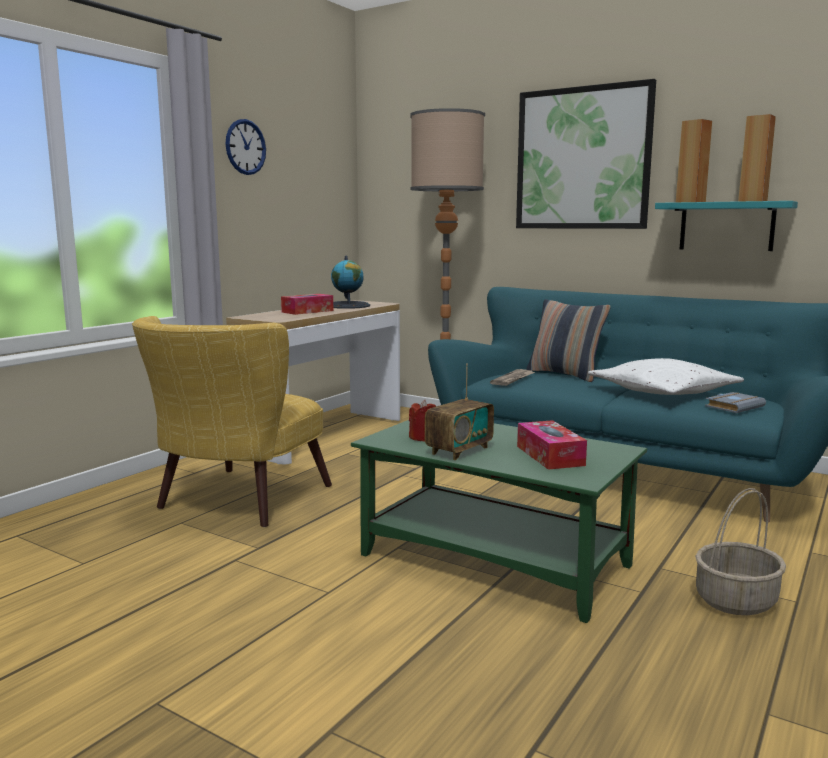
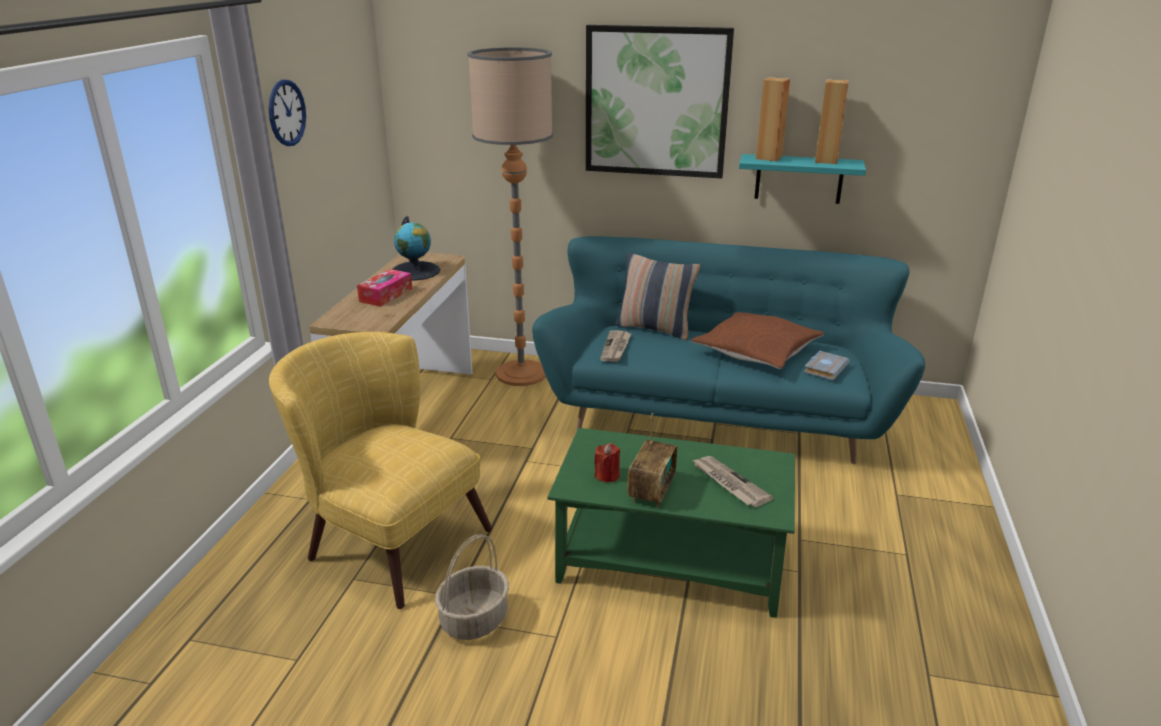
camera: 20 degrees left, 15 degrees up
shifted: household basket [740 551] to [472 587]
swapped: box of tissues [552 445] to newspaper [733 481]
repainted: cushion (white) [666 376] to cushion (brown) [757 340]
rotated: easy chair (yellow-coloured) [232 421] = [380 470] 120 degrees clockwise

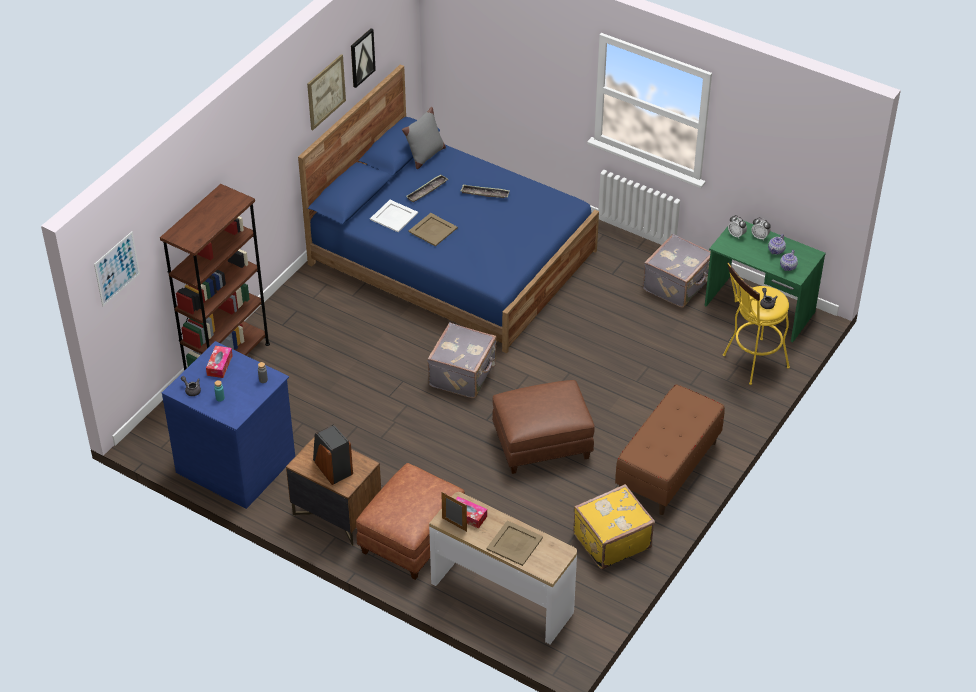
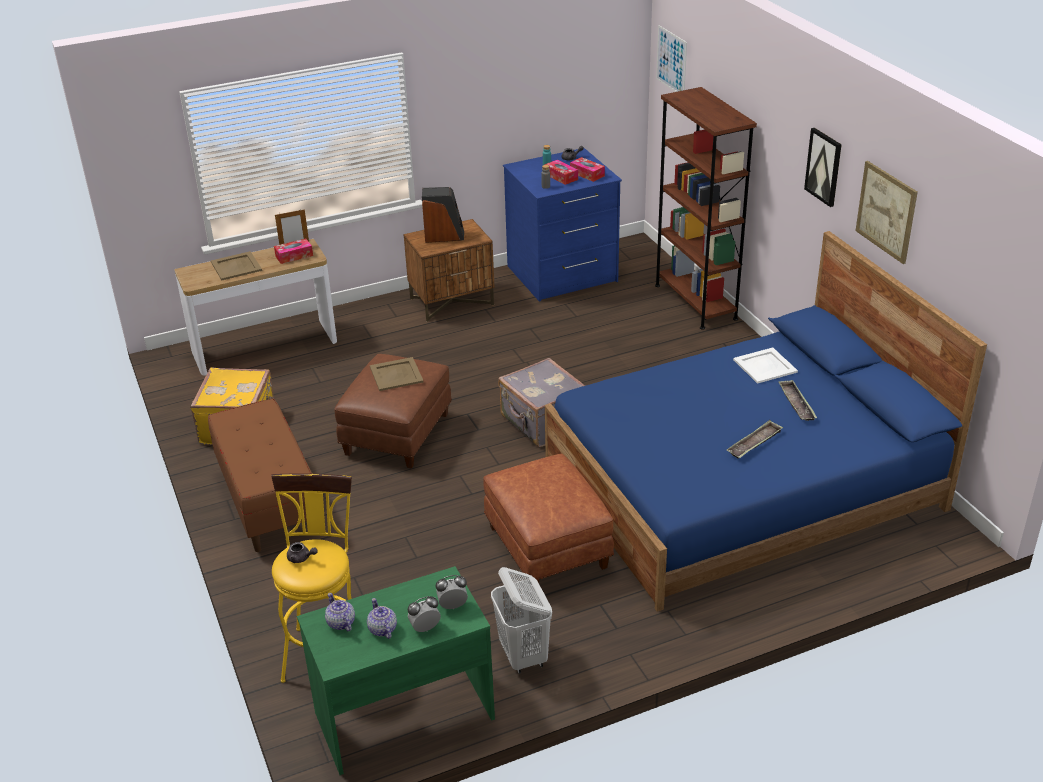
camera: 125 degrees right, 10 degrees down
gone: cushion (grey) [424 138]
new: box of tissues [561 172]
shifted: wall picture [363 58] to [823 167]; carrying tray (beige-coloured) [433 230] to [397 374]; ottoman (brown) [410 521] to [548 518]
swapped: suitcase (grey) [677 270] to laundry basket (white) [521 620]

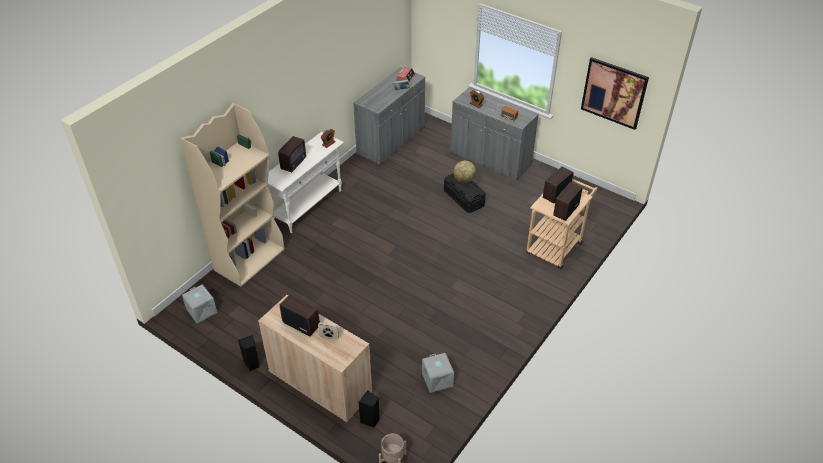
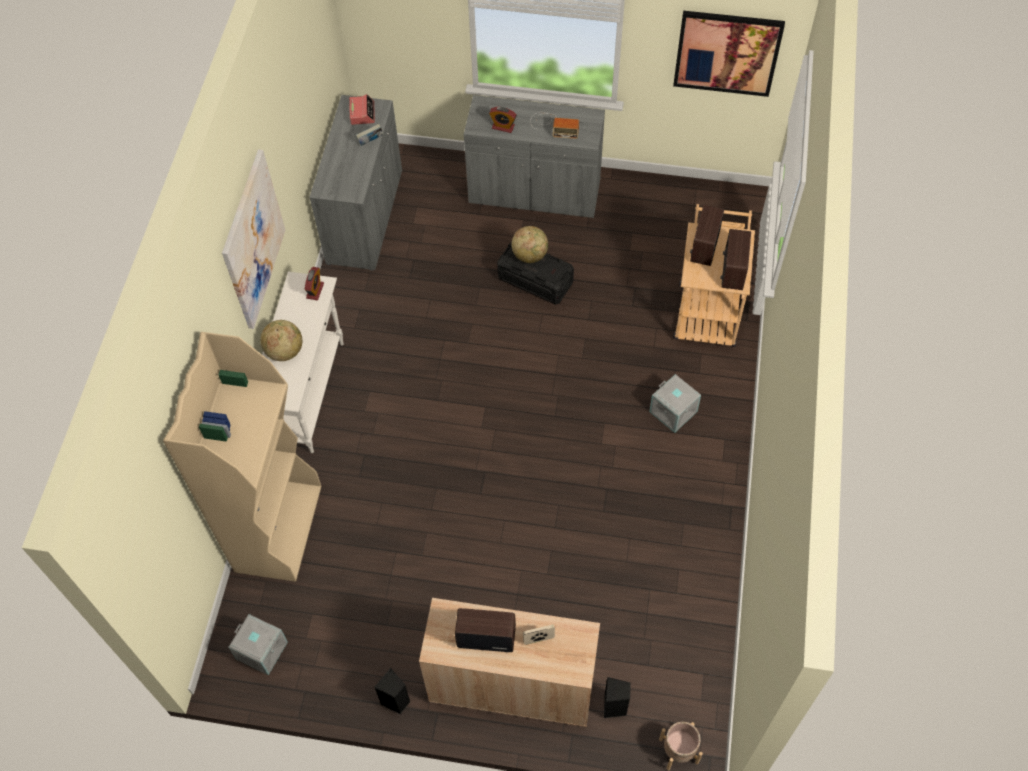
camera: 25 degrees left, 15 degrees up
new: wall picture [253 239]
shifted: storage container (grey) [438 373] to [675 403]
swapped: radio receiver [292 154] to world globe [281 340]

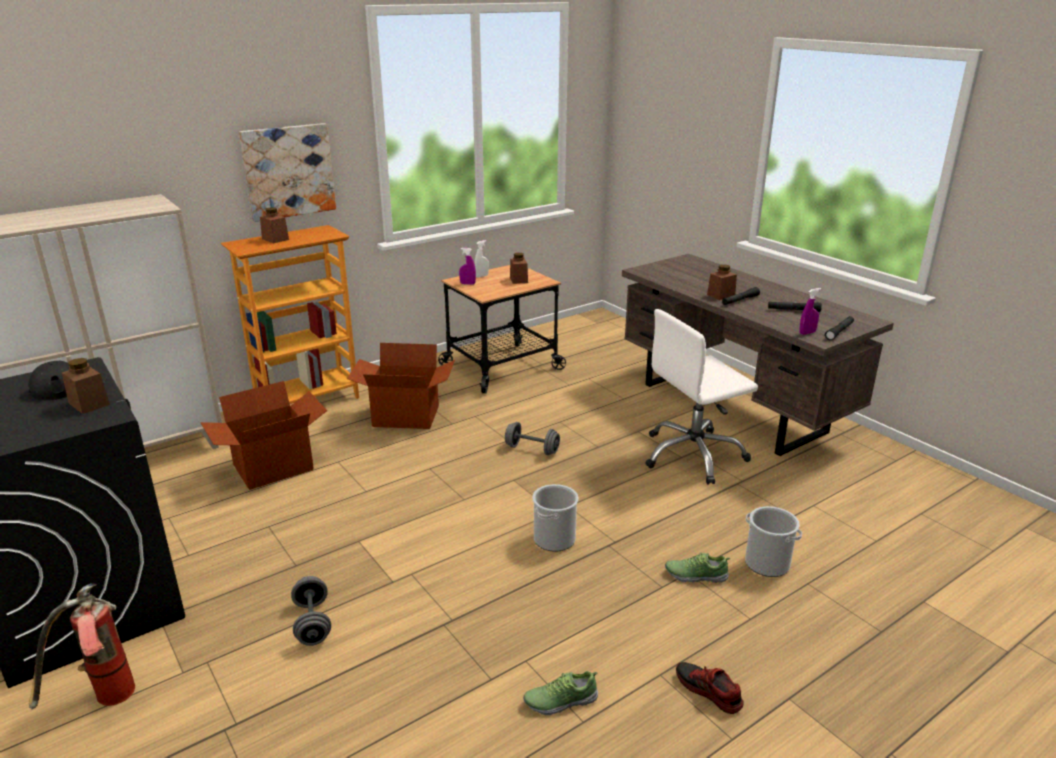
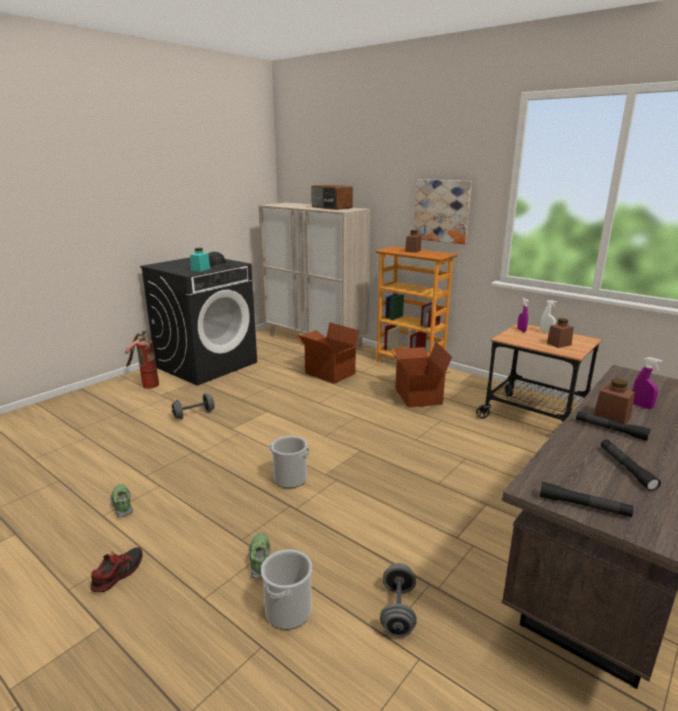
camera: 75 degrees right, 5 degrees down
gone: desk chair (white) [701 397]
new: radio receiver [332 197]
shifted: hand sprayer (purple) [810 311] to [647 383]; hand weight (grey) [532 438] to [398 600]
repainted: preserve jar (brown) [86 386] to preserve jar (blue-green) [200 260]

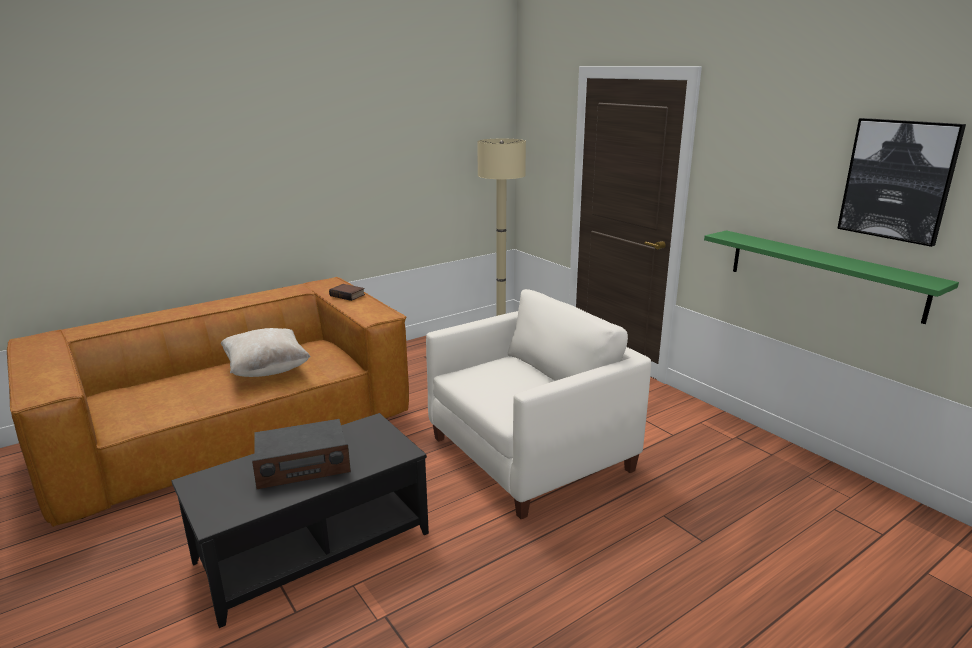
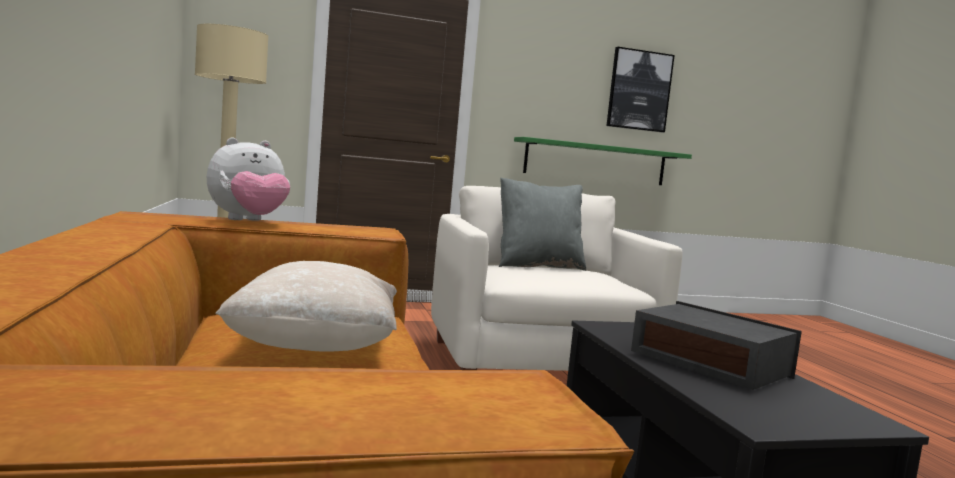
camera: 70 degrees left, 15 degrees down
new: cushion (grey) [542 224]
swapped: book [347 292] to cuddly toy [248 179]
rotated: radio receiver [301 454] = [716 345] 45 degrees counterclockwise

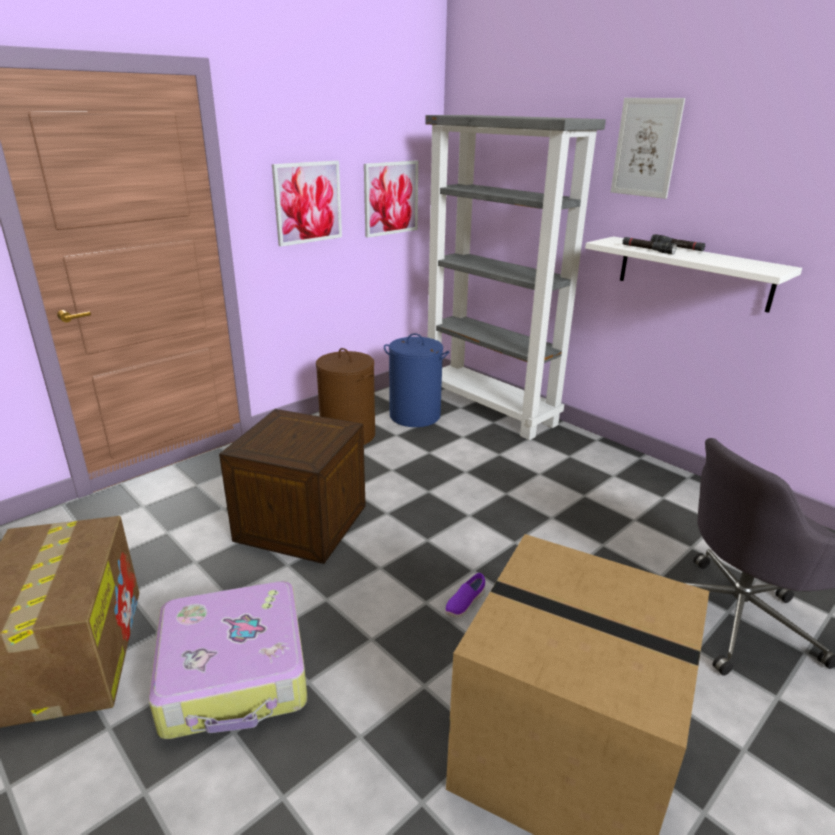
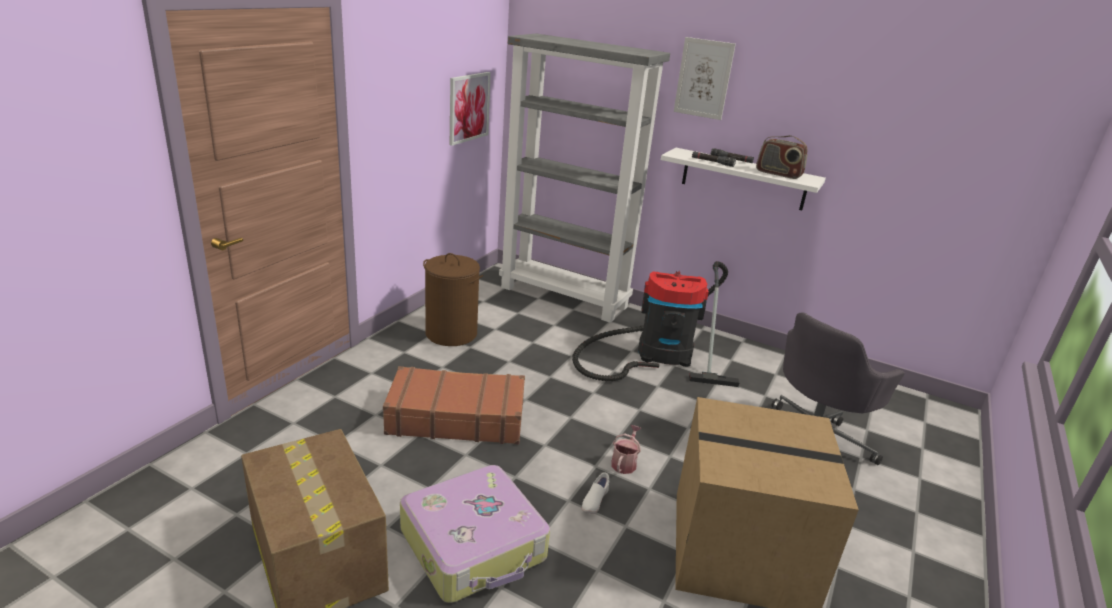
camera: 20 degrees left, 0 degrees up
gone: wall picture [307 204]; laundry basket (blue-coloured) [416 380]
new: radio receiver [782 157]; vacuum [655 324]; low shoe (white) [595 493]
swapped: shipping crate [292 486] to suitcase (brown) [454 405]; low shoe (purple) [465 595] to watering pot [626 449]

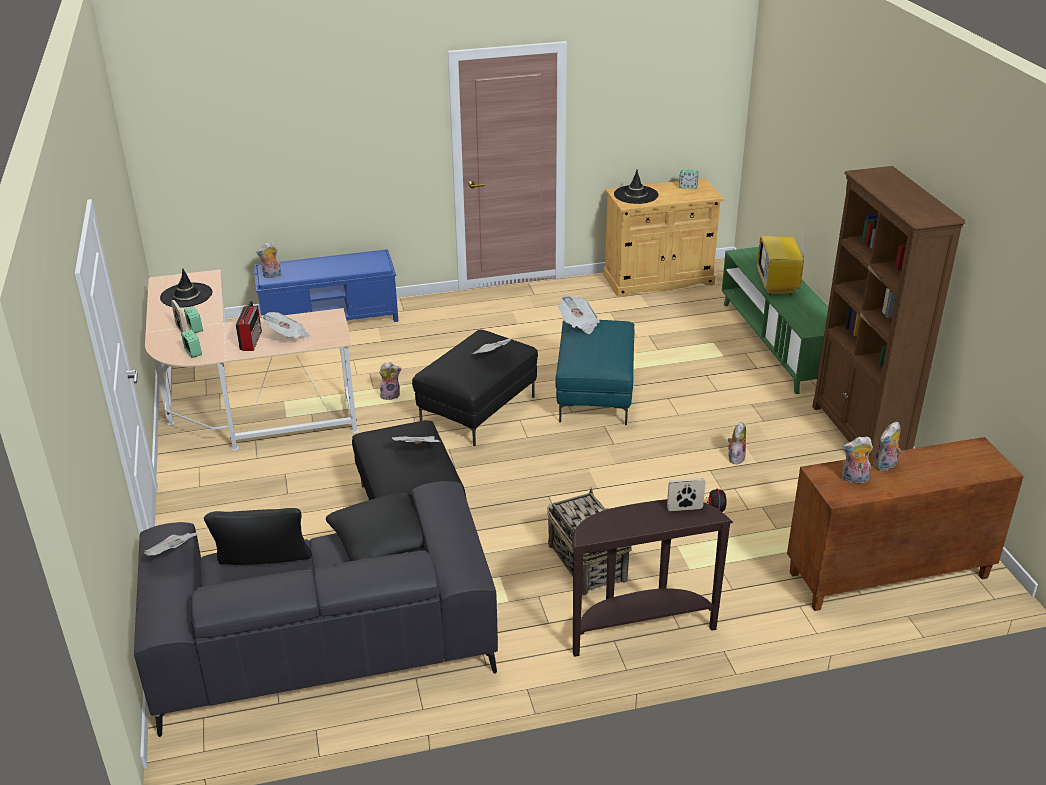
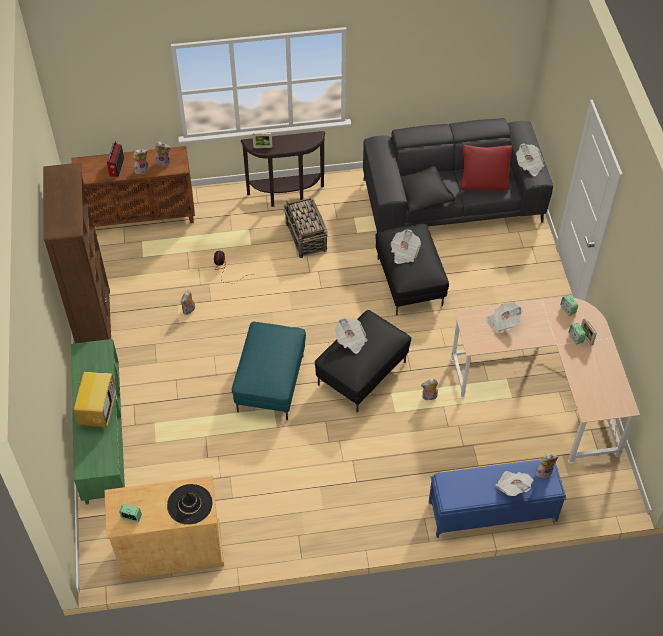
camera: 175 degrees left, 20 degrees up
gone: wearable hat (black) [186 288]
shifted: newspaper [579 314] to [514 483]; radio receiver [249 326] to [115 159]
repainted: cushion (black) [258 536] to cushion (red-coloured) [486 167]

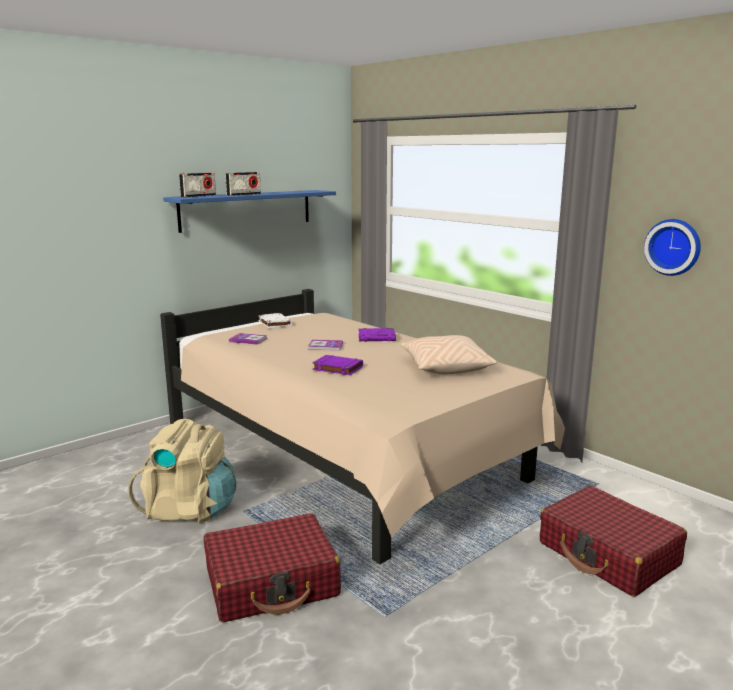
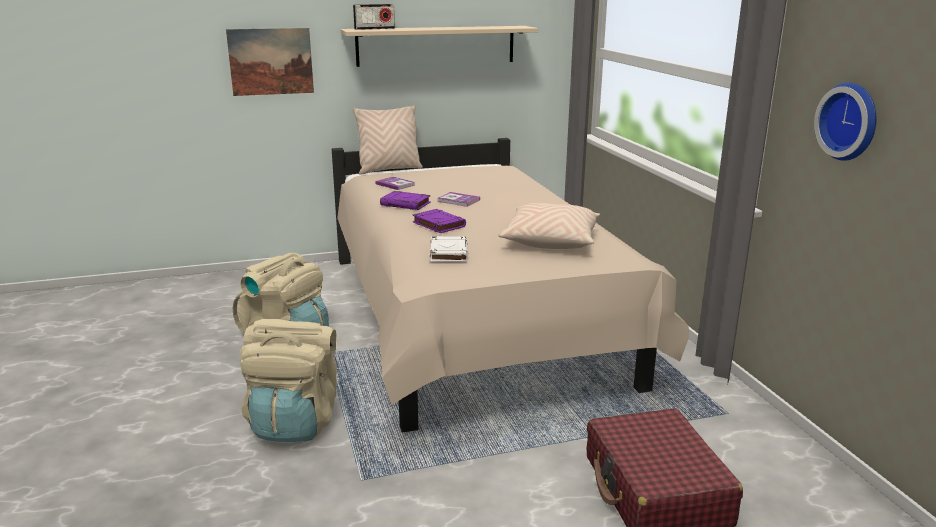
camera: 25 degrees right, 5 degrees up
gone: radio receiver [243 184]
new: wall picture [270 62]; cushion (beige-coloured) [388 140]
shifted: book (white) [275 320] to [449 249]; book (purple) [377 335] to [405 200]
swapped: suitcase (red-coloured) [272 567] to backpack (beige-coloured) [288 380]
repainted: shelf (blue-coloured) [249 211] to shelf (beige-coloured) [439 46]

